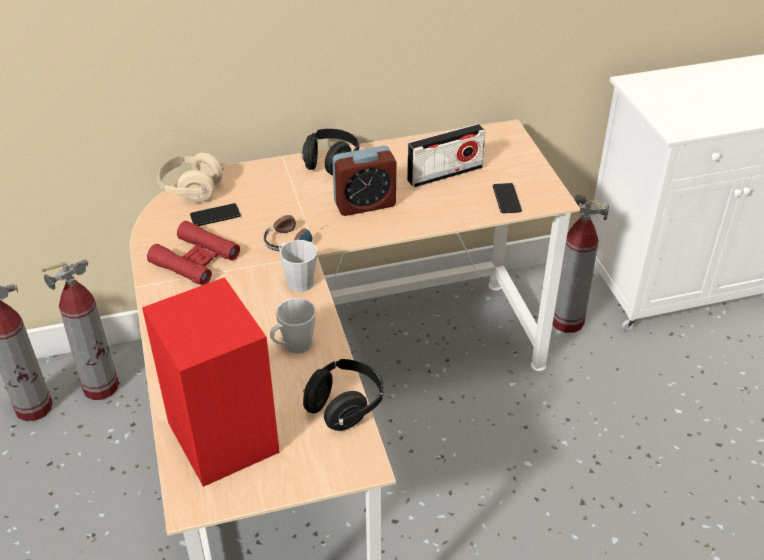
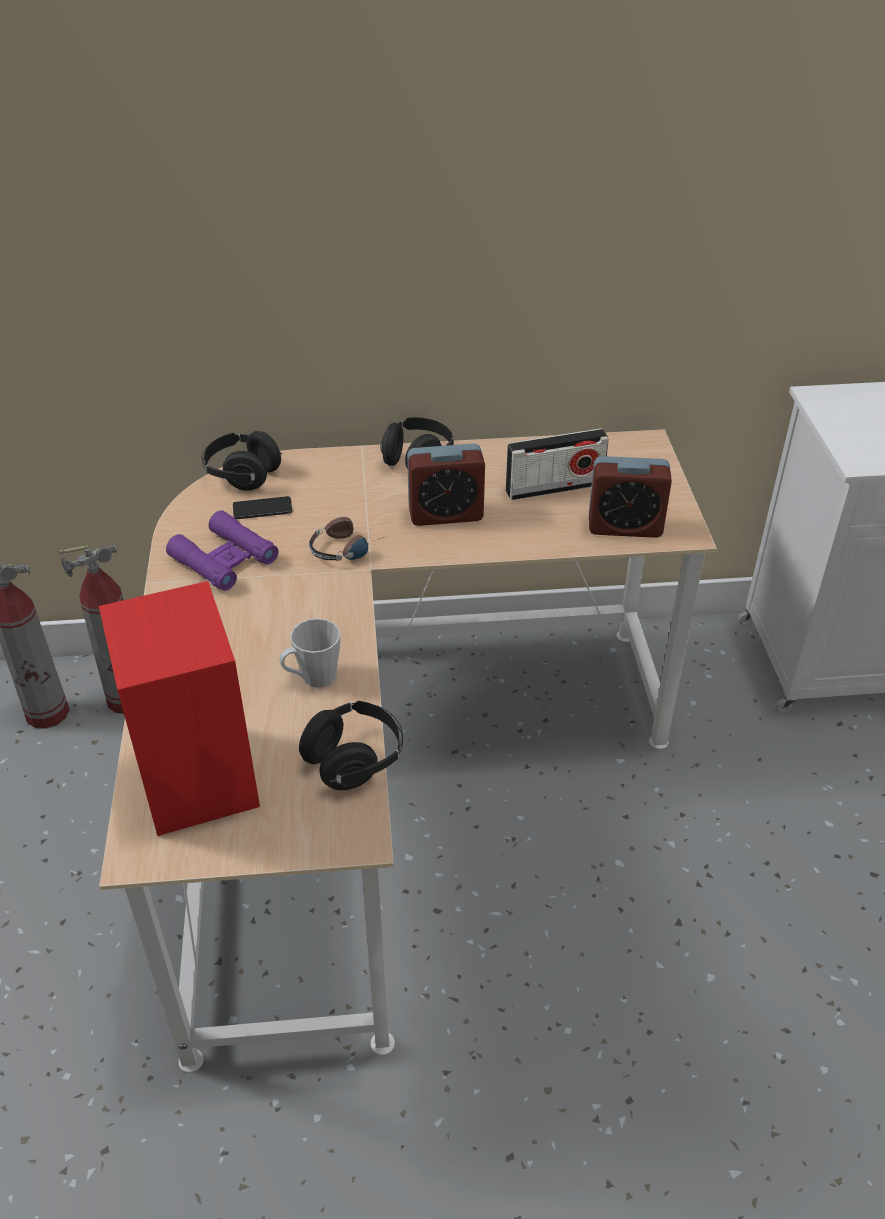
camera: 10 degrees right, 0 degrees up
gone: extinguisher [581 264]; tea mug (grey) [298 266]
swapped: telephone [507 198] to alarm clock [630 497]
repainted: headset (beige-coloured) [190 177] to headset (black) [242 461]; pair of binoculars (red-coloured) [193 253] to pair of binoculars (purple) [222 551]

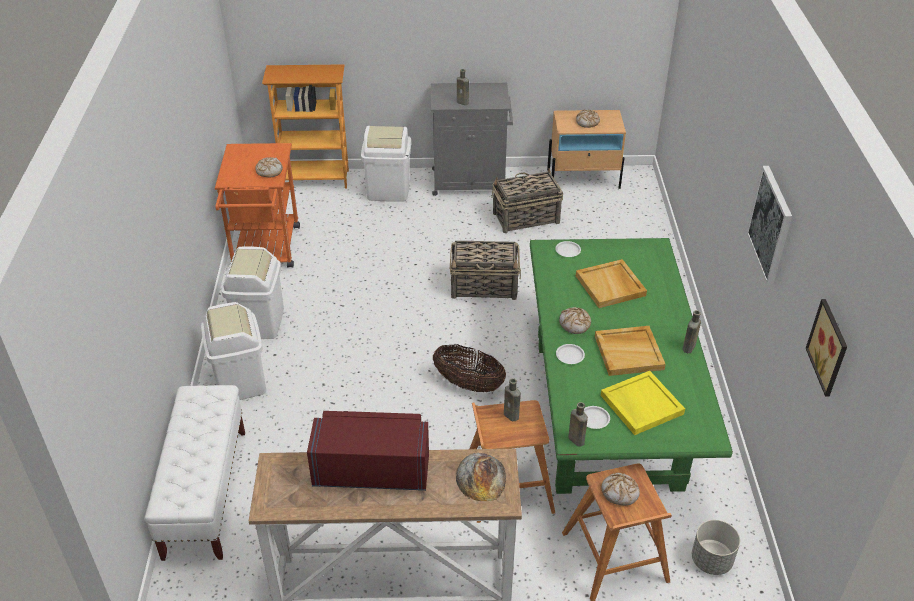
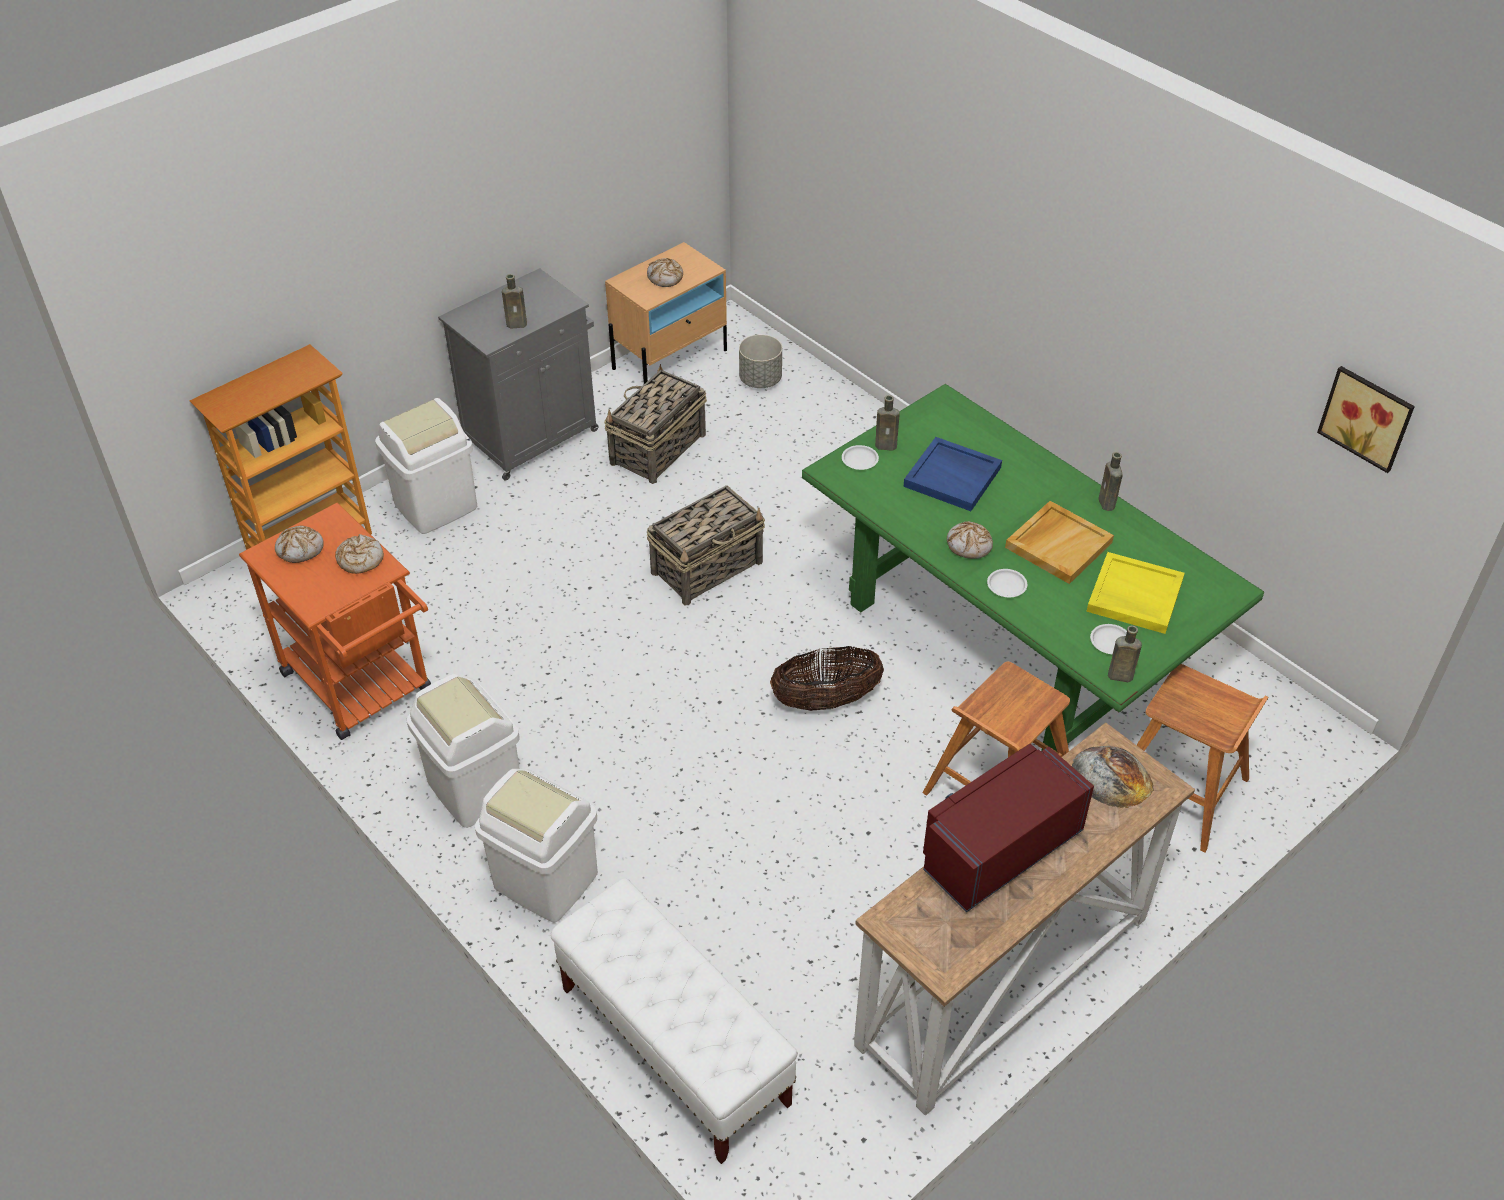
camera: 40 degrees left, 5 degrees up
gone: wall picture [769 225]
shifted: beverage bottle (brown) [512 399] to [887 423]; baked bread [620 489] to [299 544]; planter (grey) [716 547] to [760 361]
repainted: carrying tray (beige-coloured) [611 283] to carrying tray (blue-coloured) [953 474]

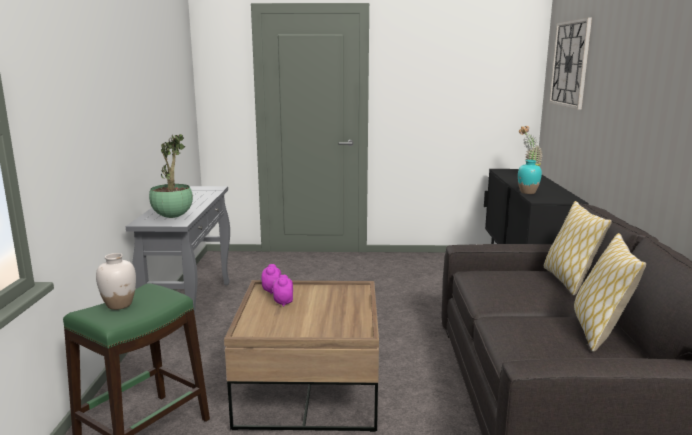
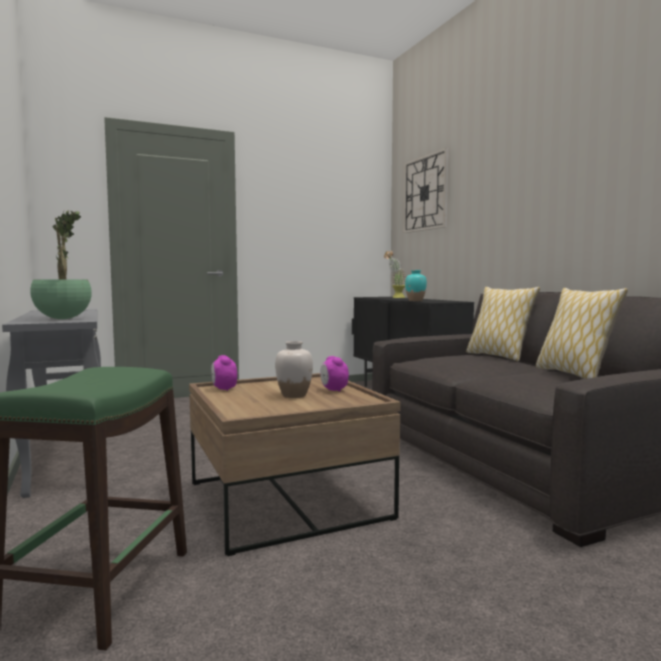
camera: 25 degrees left, 10 degrees down
shifted: decorative vase (white) [116 281] to [294 369]; alarm clock [283 291] to [335 374]

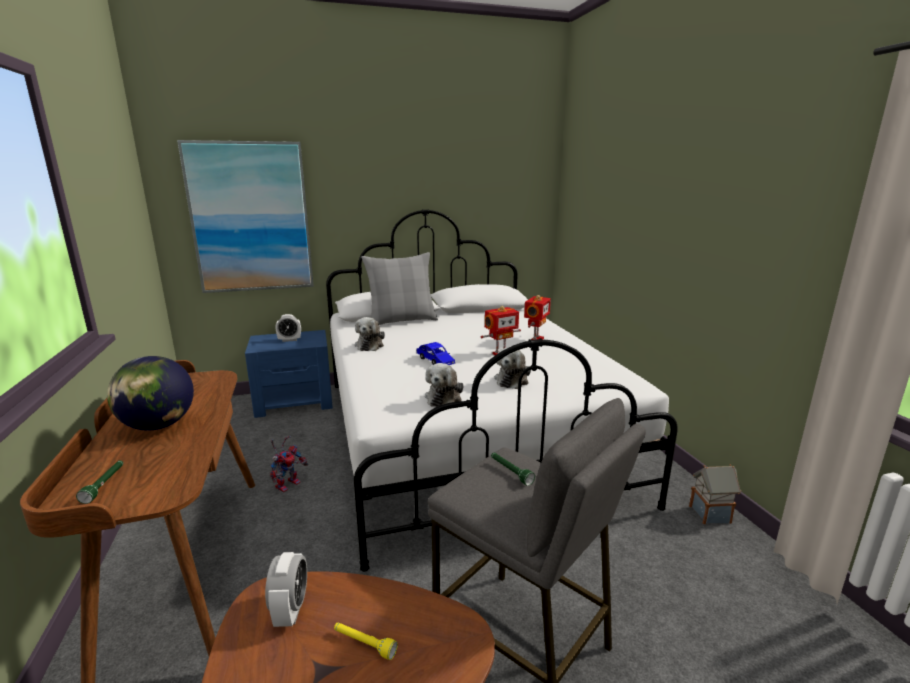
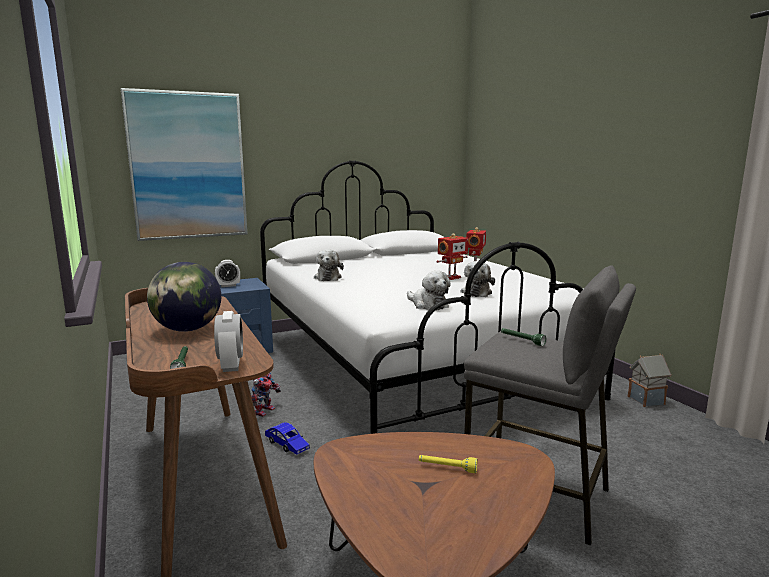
camera: 10 degrees left, 5 degrees down
gone: cushion (grey) [399 288]
shifted: miniature car (blue-coloured) [436 353] to [287 438]; alarm clock [286 589] to [228 341]
rotated: cuddly toy [444 385] = [429 290] 45 degrees counterclockwise

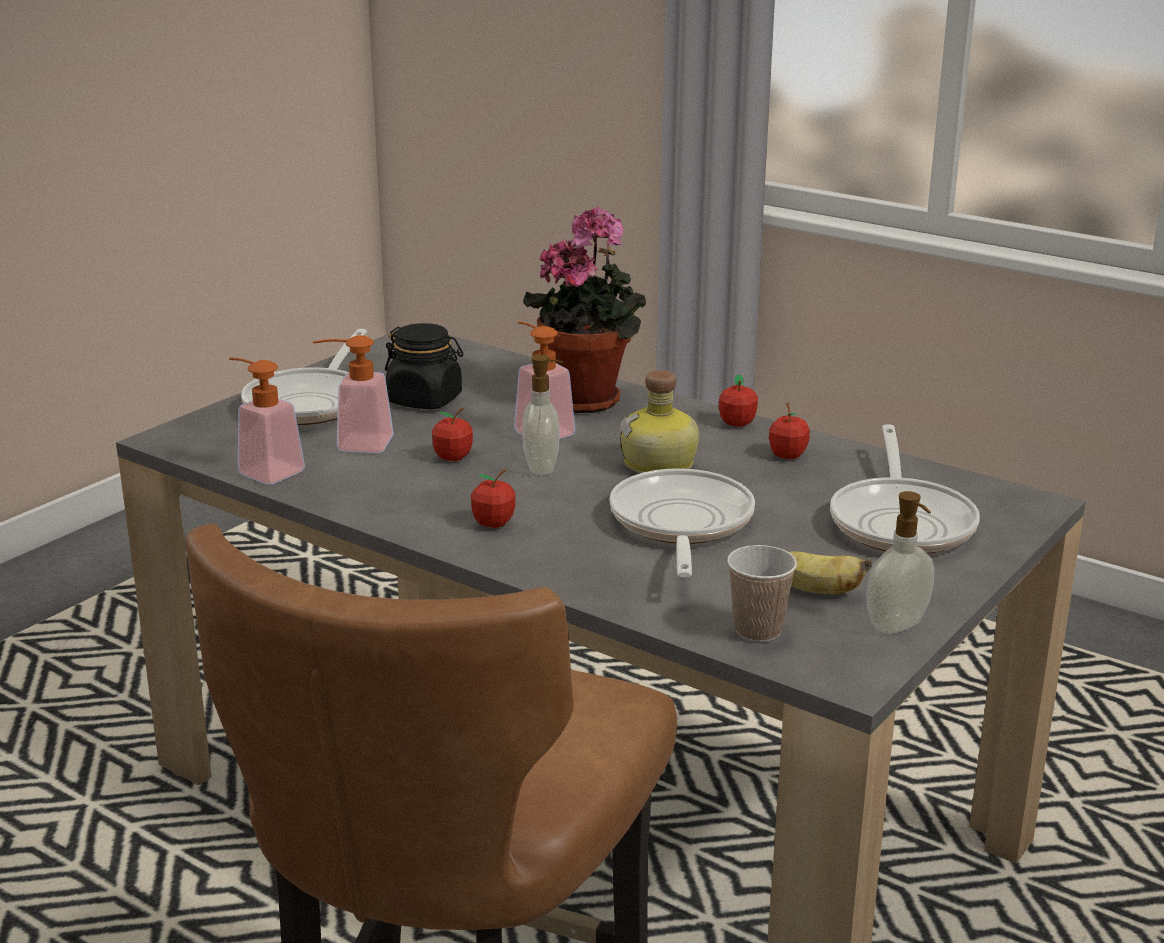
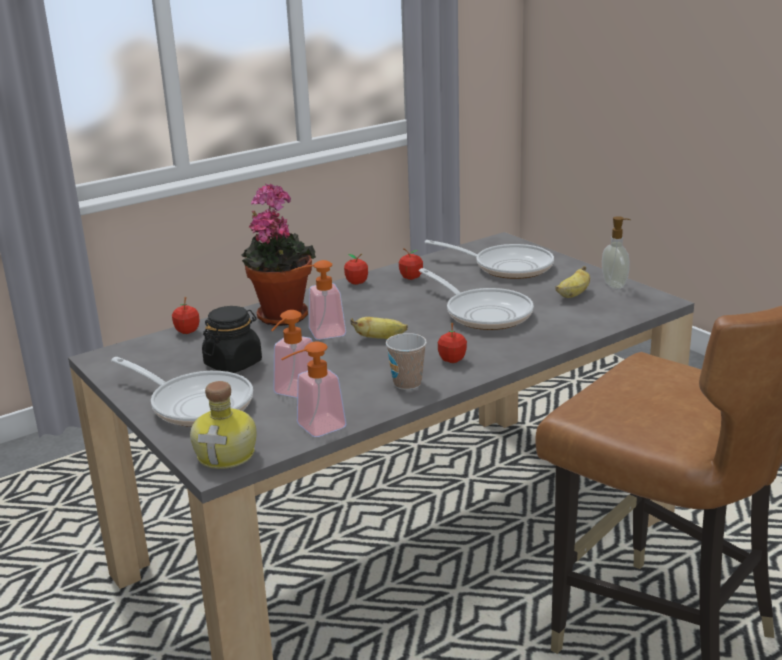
camera: 70 degrees left, 0 degrees up
shifted: beverage bottle [659 422] to [223 425]; apple [452 434] to [186 315]; cup [762 593] to [406 361]
swapped: soap dispenser [542 415] to banana fruit [379 328]
rotated: pan [682 522] = [476 299] 150 degrees counterclockwise

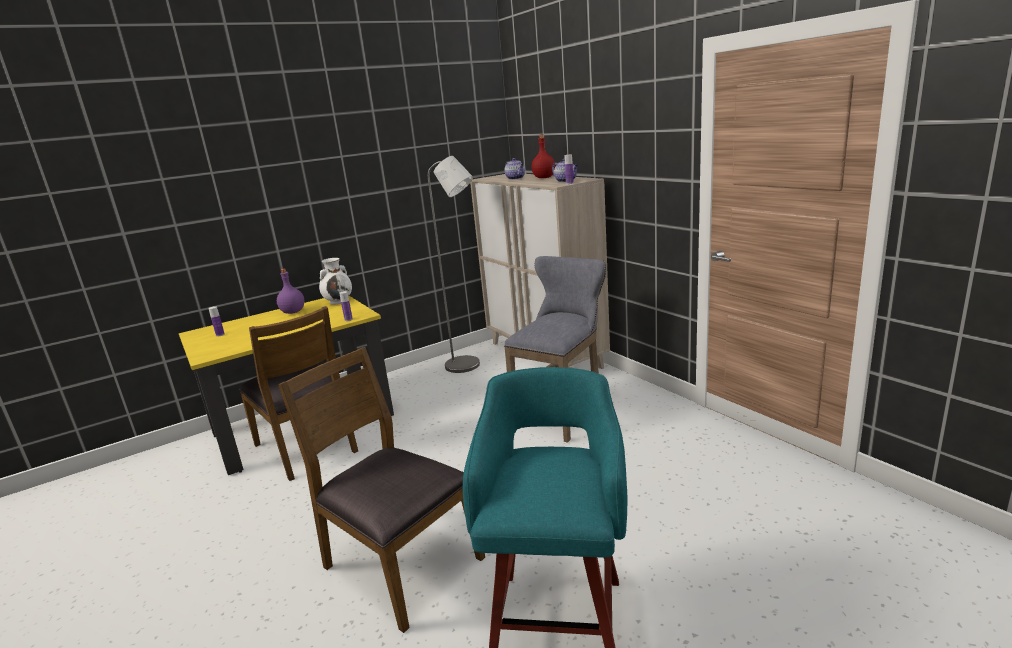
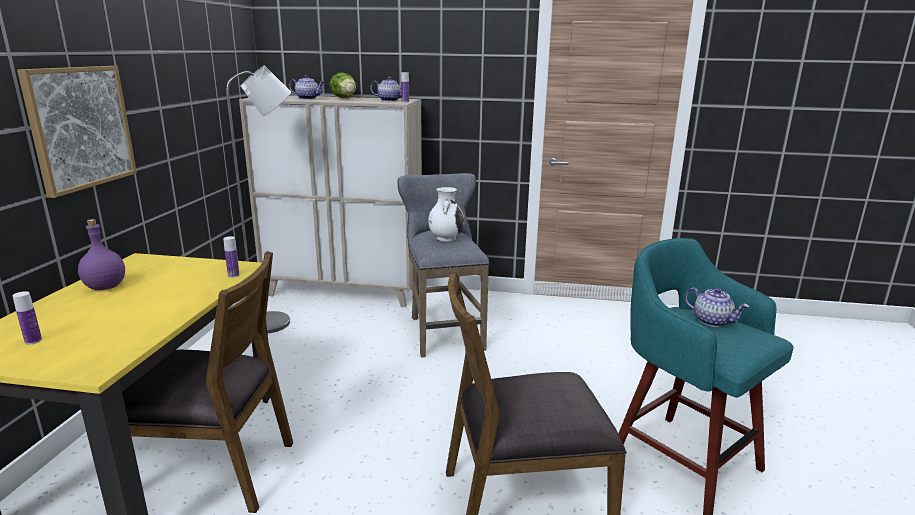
camera: 50 degrees left, 0 degrees up
new: wall picture [77 132]; tea pot [717 307]
shifted: decorative vase (white) [335 281] to [446 214]
swapped: beverage bottle (red-coloured) [544 156] to head of lettuce [343 85]

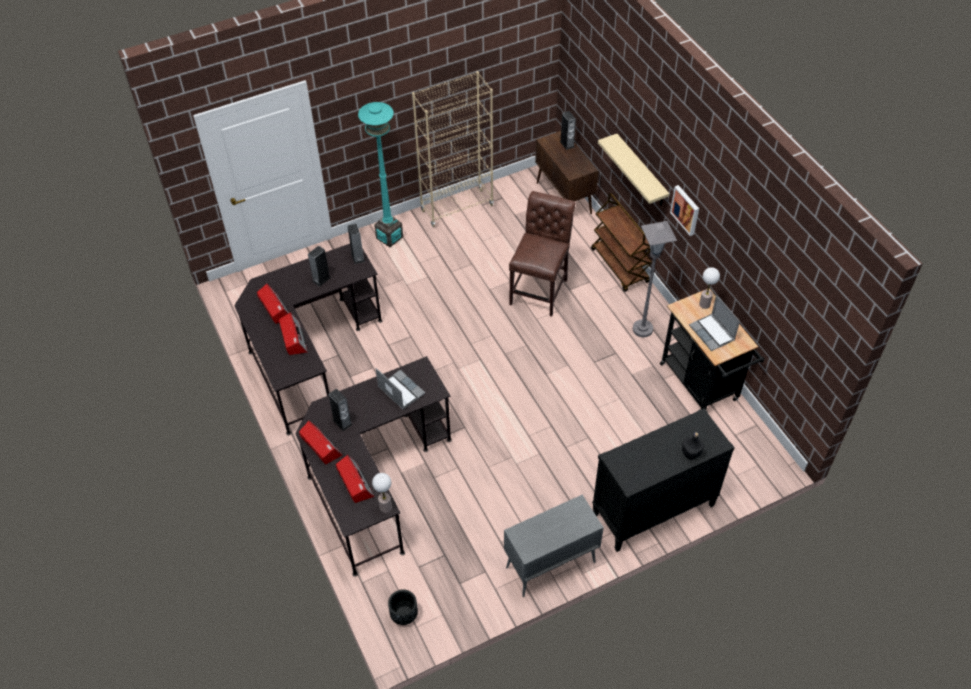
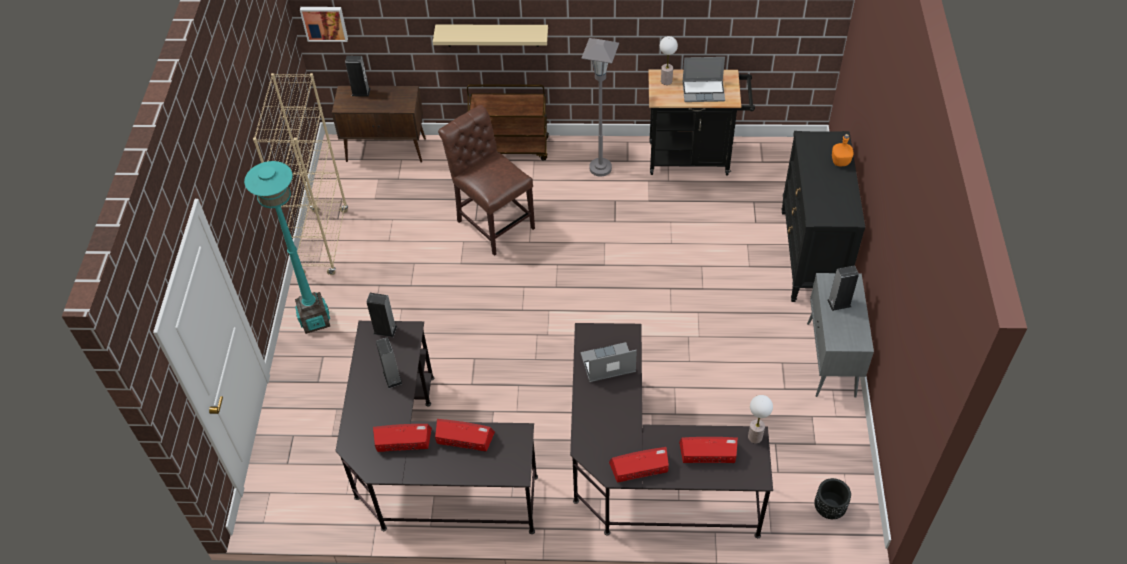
camera: 60 degrees left, 0 degrees up
shifted: wall picture [684 210] to [324 24]; loudspeaker [340 410] to [843 288]
repainted: beverage bottle (black) [693 446] to beverage bottle (orange-coloured) [843 150]

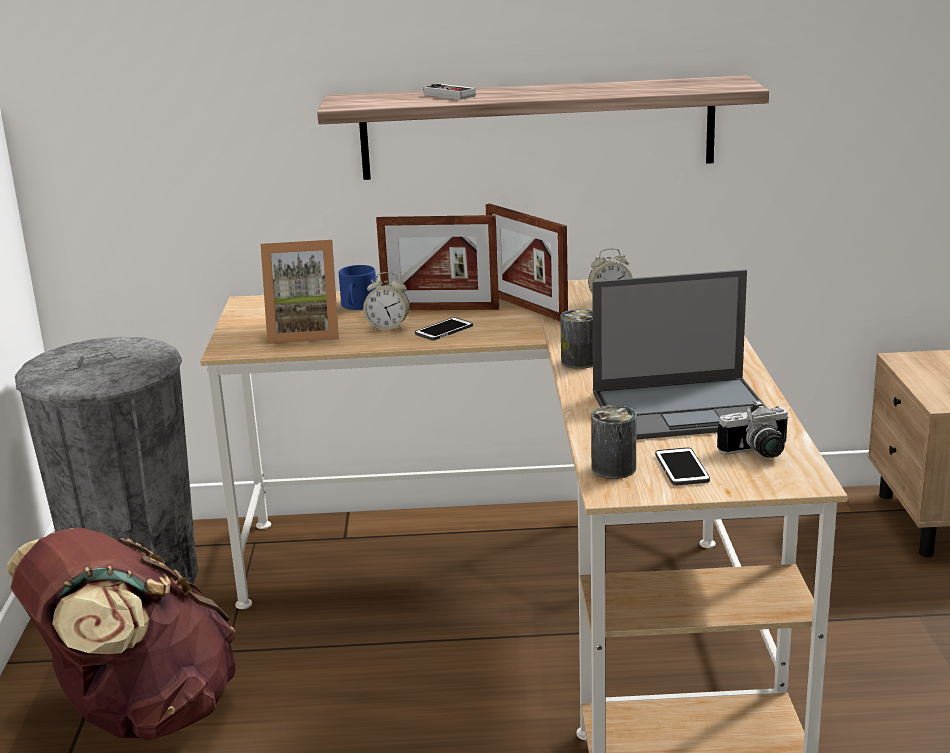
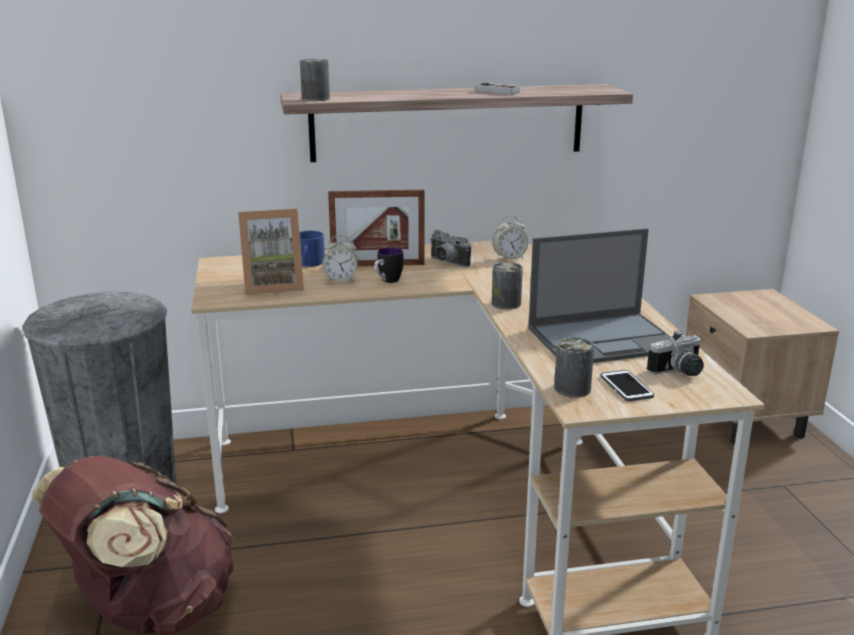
camera: 10 degrees left, 0 degrees up
new: can [315 80]
shifted: gamepad [449 92] to [498 89]
swapped: standing frame [527 262] to photo camera [451 248]; telephone [444 329] to tea mug [389 265]

